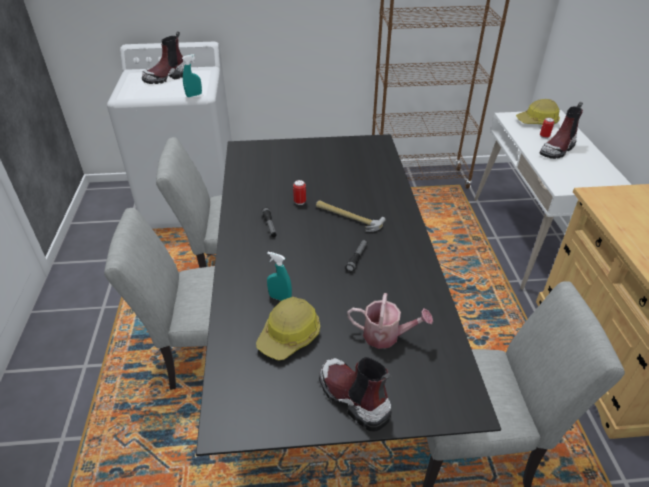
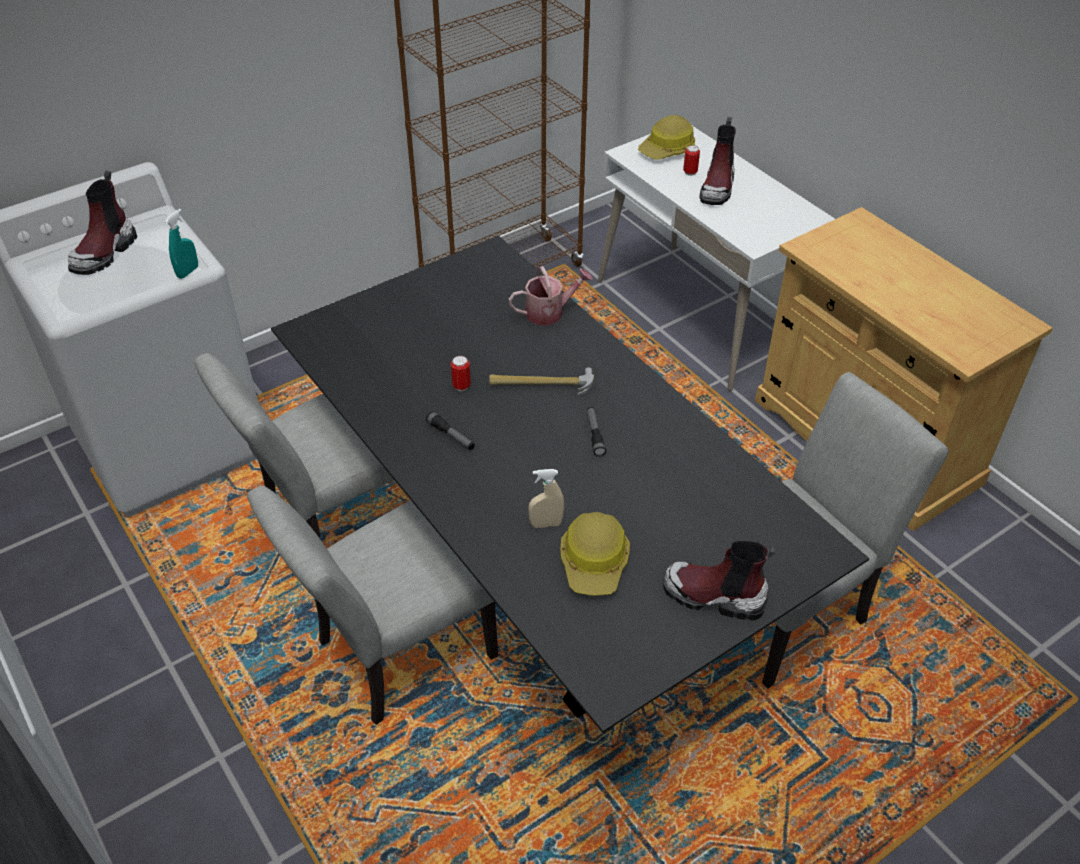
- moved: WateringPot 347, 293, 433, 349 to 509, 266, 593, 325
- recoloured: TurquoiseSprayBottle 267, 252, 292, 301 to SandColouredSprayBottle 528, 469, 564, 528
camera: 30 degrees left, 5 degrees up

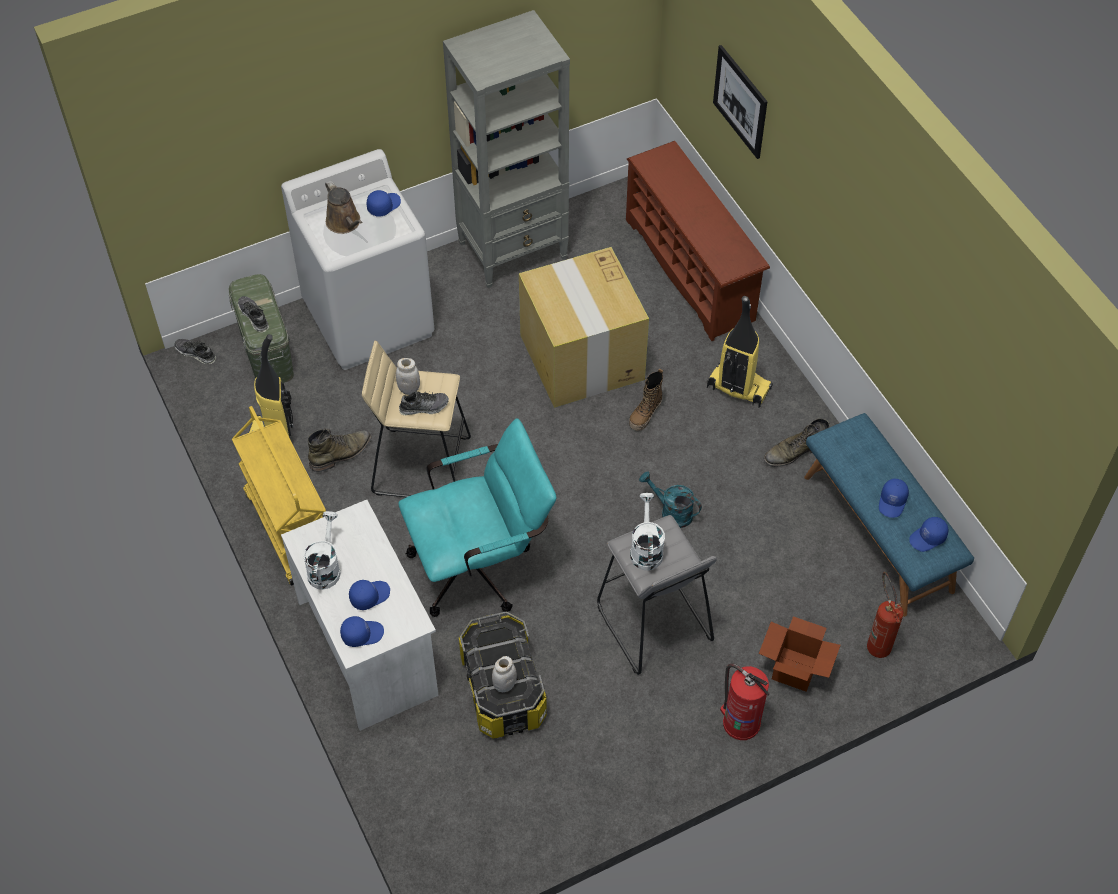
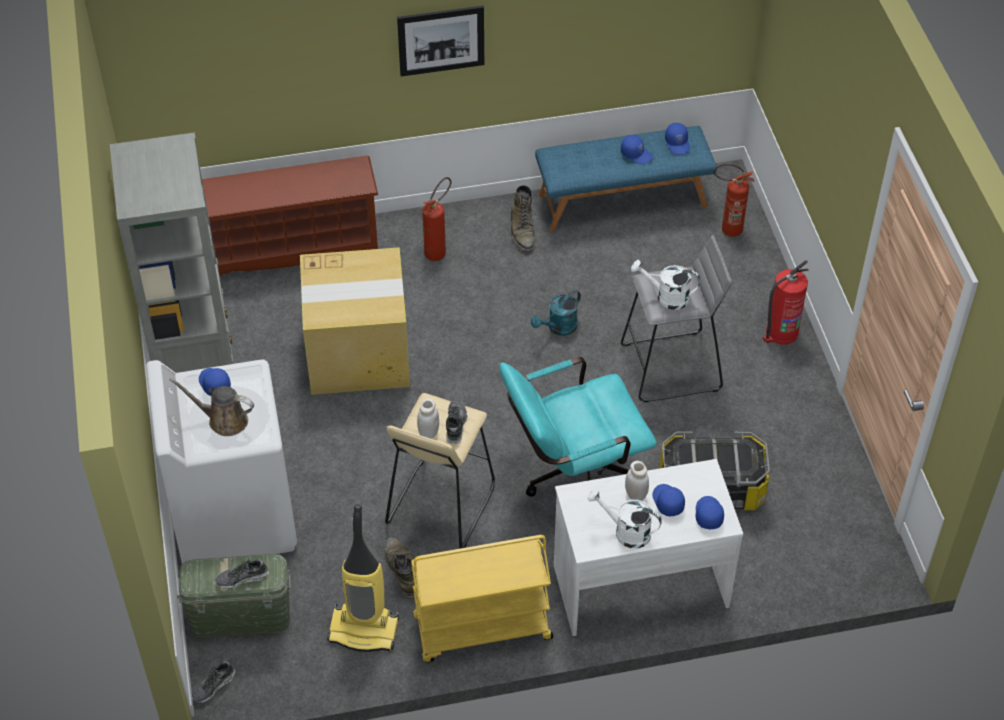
- removed: Boot 629, 369, 663, 431
- removed: PackingBox 759, 616, 841, 692
- moved: WhitePreserveJar 492, 656, 517, 692 to 625, 461, 649, 501
- moved: WallArt 713, 45, 767, 159 to 397, 5, 484, 77
- replaced: Hoover 707, 296, 773, 407 to FireFightingCylinder 422, 177, 451, 261
- turned: BrownWateringPot 325, 181, 362, 234 = 169, 378, 254, 436 150 degrees counterclockwise
- turned: TurquoiseComputerChair 398, 418, 557, 617 = 500, 357, 657, 497 105 degrees counterclockwise
camera: 75 degrees left, 5 degrees down

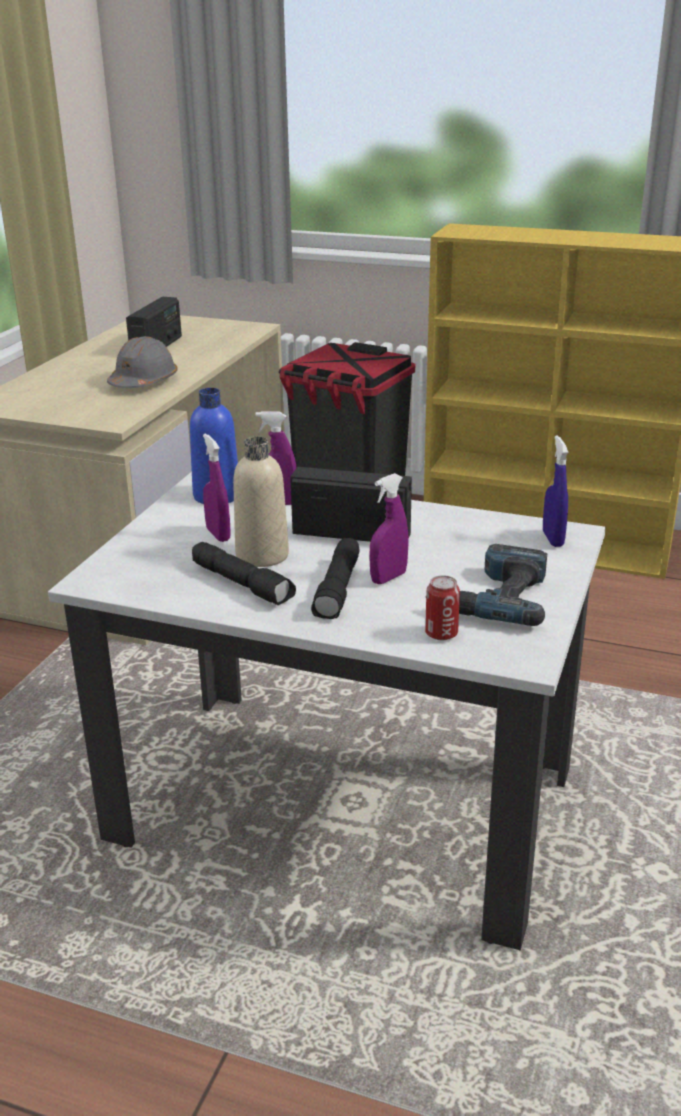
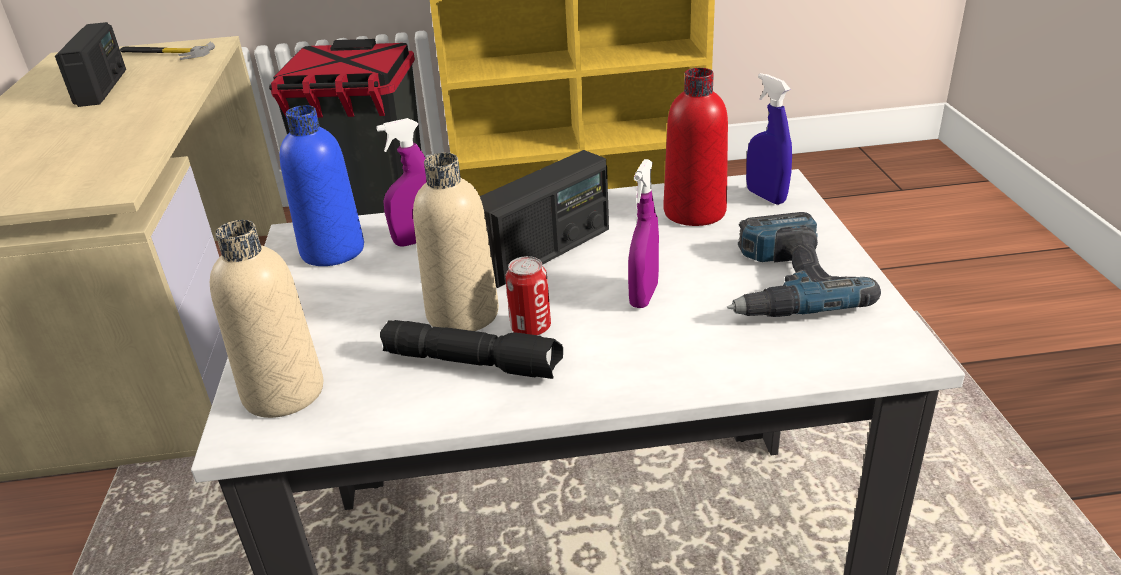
- removed: GreyishSafetyHelmet 107, 336, 178, 388
- removed: PurpleSprayBottle 203, 433, 231, 542
- removed: BlackishHandTorch 311, 538, 360, 619
- added: ToolHammer 120, 42, 215, 60
- added: SandColouredBottle 210, 220, 323, 418
- added: ReddishBottle 664, 68, 728, 226
- moved: MetalCan 425, 575, 460, 640 to 505, 256, 551, 335
- turned: RadioReceiver 290, 467, 412, 542 = 480, 150, 609, 288 150 degrees clockwise
camera: 25 degrees left, 5 degrees up

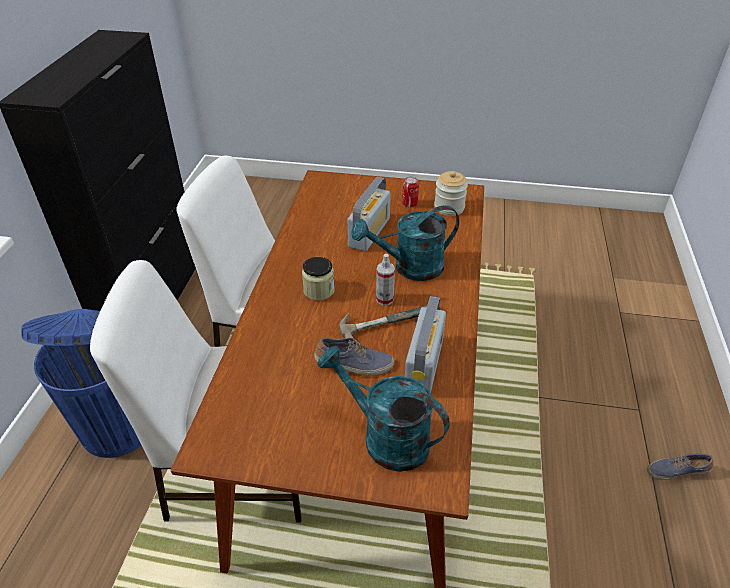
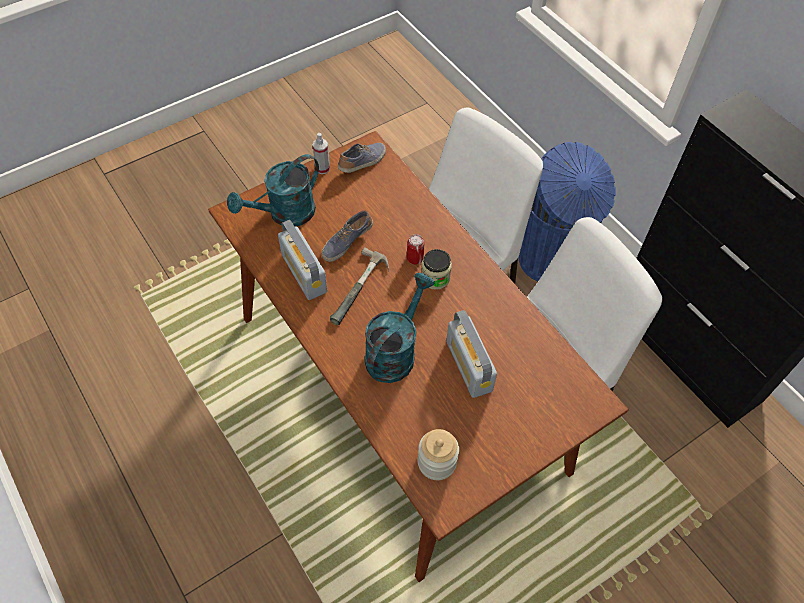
- moved: SprayBottle 376, 254, 395, 305 to 313, 133, 330, 174
- moved: MetalCan 402, 177, 419, 207 to 407, 234, 424, 265
- moved: Shoe 647, 453, 714, 480 to 338, 143, 386, 173
- turned: TurquoiseWateringPot 317, 346, 450, 472 = 227, 154, 319, 227 150 degrees clockwise
camera: 135 degrees right, 15 degrees up

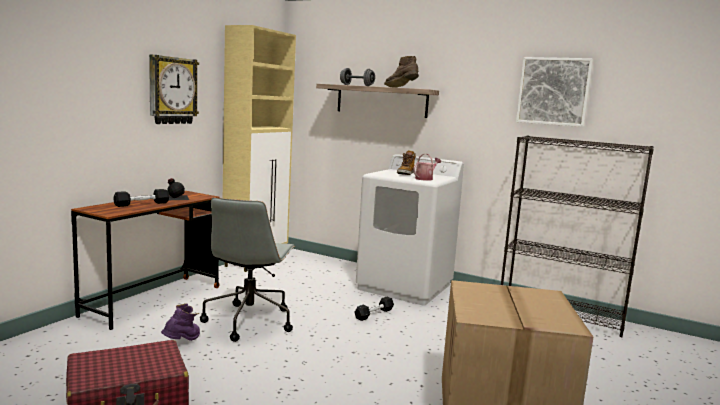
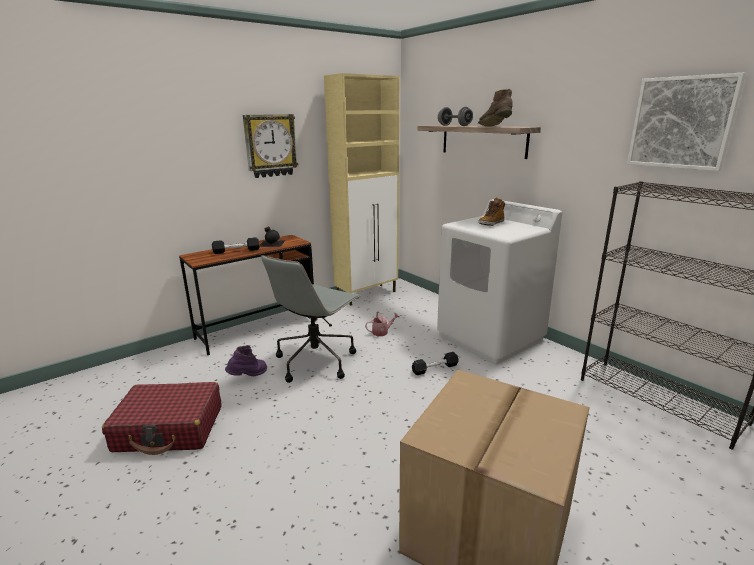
- moved: WateringPot 413, 153, 441, 181 to 365, 311, 400, 336
camera: 25 degrees right, 10 degrees up

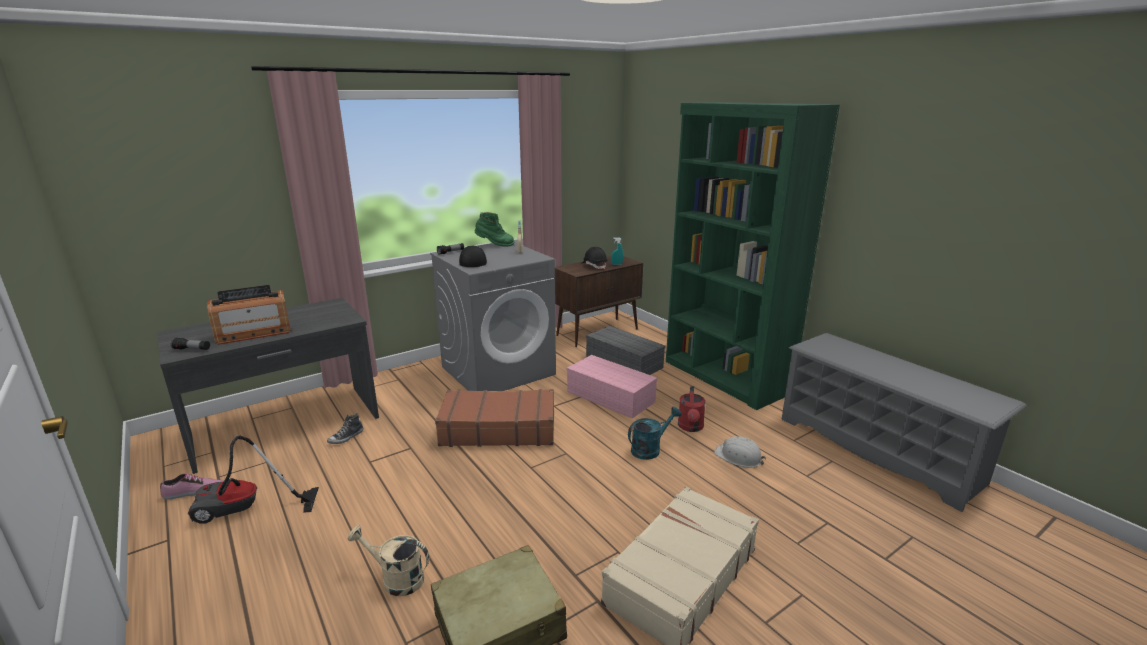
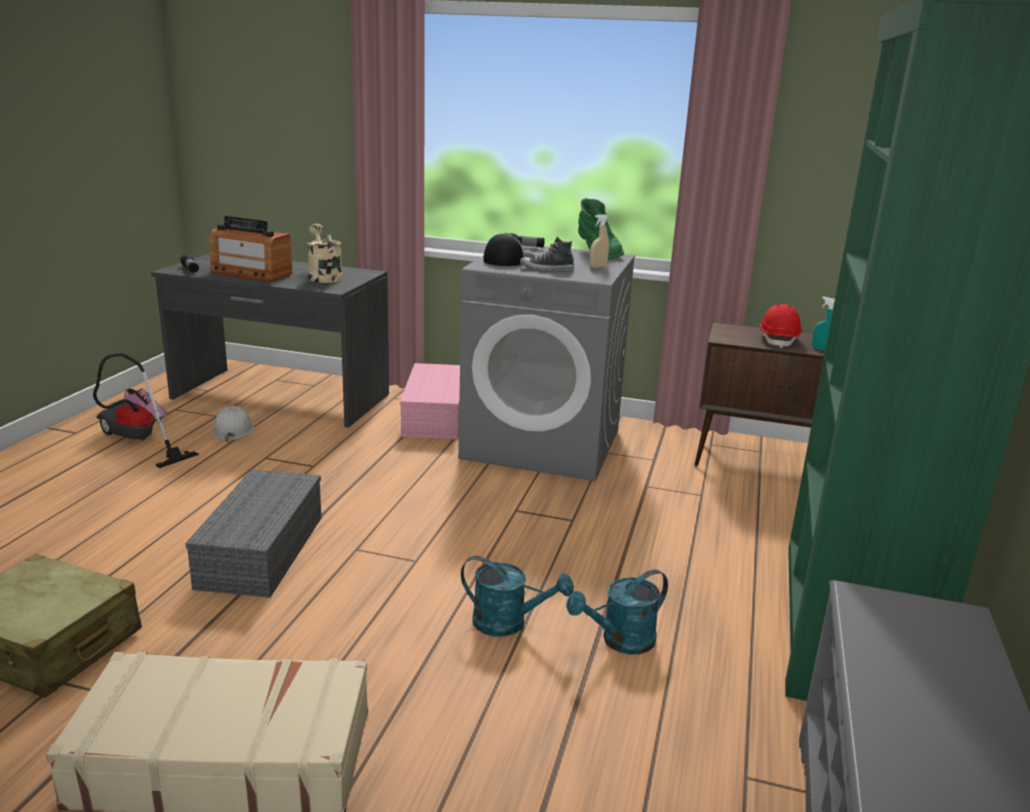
- removed: BrownPieceOfLuggage 435, 389, 554, 447
- moved: Shoe 327, 413, 363, 444 to 520, 237, 574, 271
- moved: SandColouredWateringPot 348, 525, 429, 596 to 308, 224, 343, 283
- moved: PinkStorageContainer 566, 355, 658, 419 to 400, 363, 460, 439
- moved: GreyishStorageContainer 586, 326, 666, 375 to 185, 470, 321, 598
- moved: WhiteSafetyHelmet 714, 436, 766, 468 to 212, 406, 254, 442
- recoloured: BlackishSafetyHelmet 582, 247, 608, 269 to ReddishSafetyHelmet 759, 304, 802, 348
- recoloured: ReddishWateringPot 678, 386, 706, 432 to TurquoiseWateringPot 566, 569, 668, 655
camera: 50 degrees right, 0 degrees up

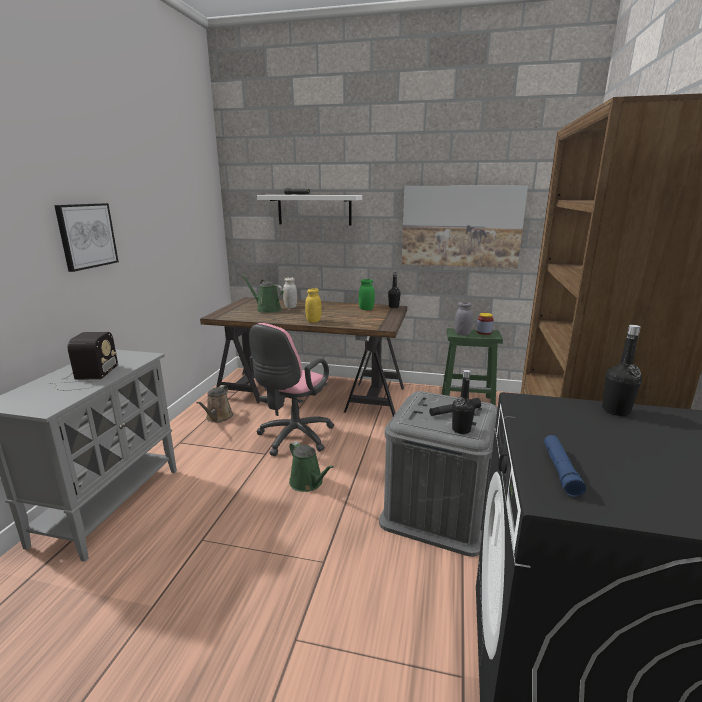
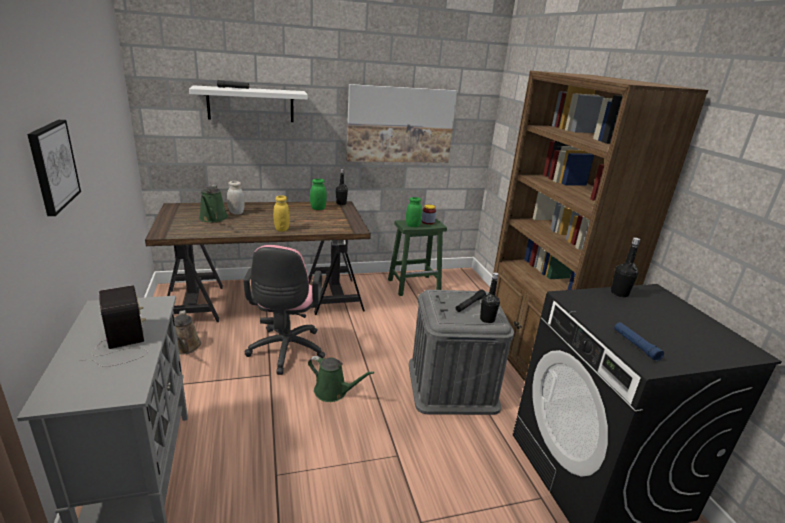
- recoloured: GreyishPreserveJar 455, 302, 473, 335 to GreenishPreserveJar 406, 197, 422, 227
- turned: GreenishWateringPot 242, 274, 284, 313 = 199, 185, 228, 222 105 degrees counterclockwise
camera: 30 degrees left, 5 degrees up

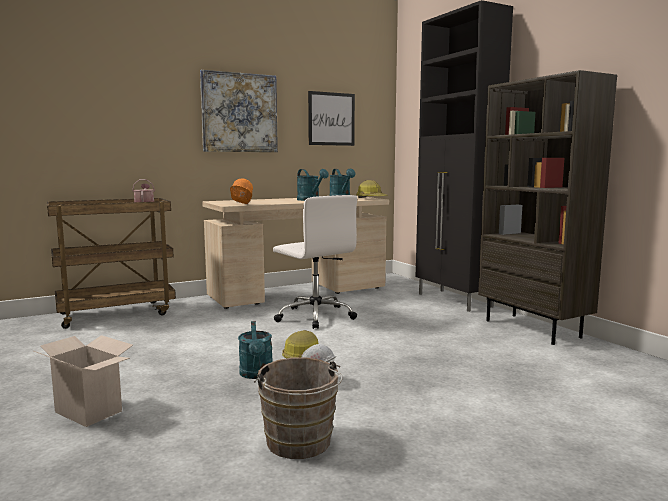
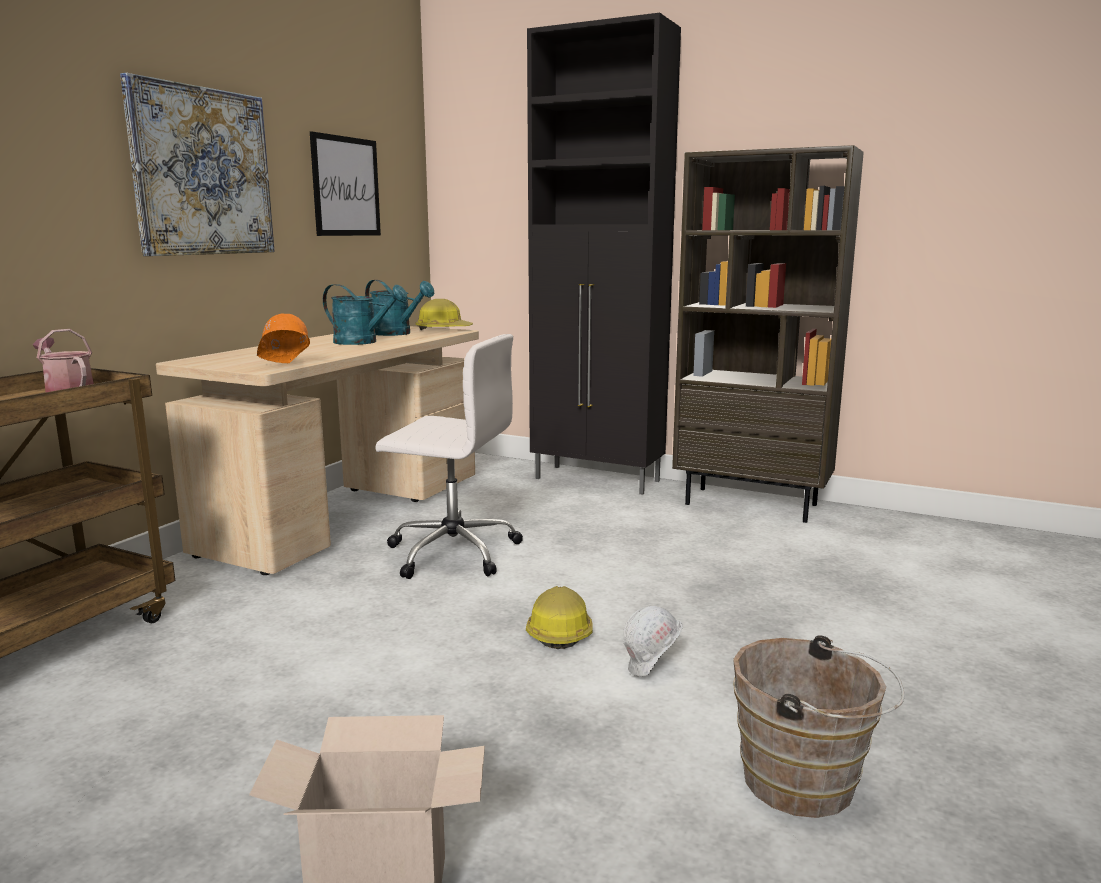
- removed: TurquoiseWateringPot 238, 321, 273, 379
camera: 35 degrees left, 5 degrees up

